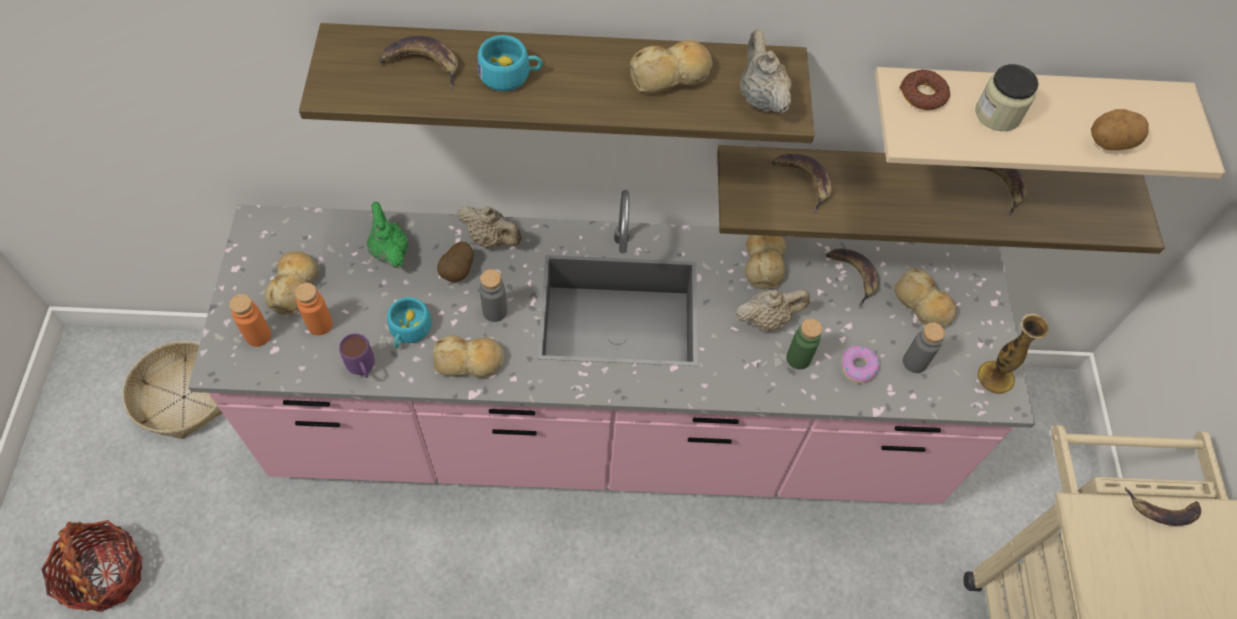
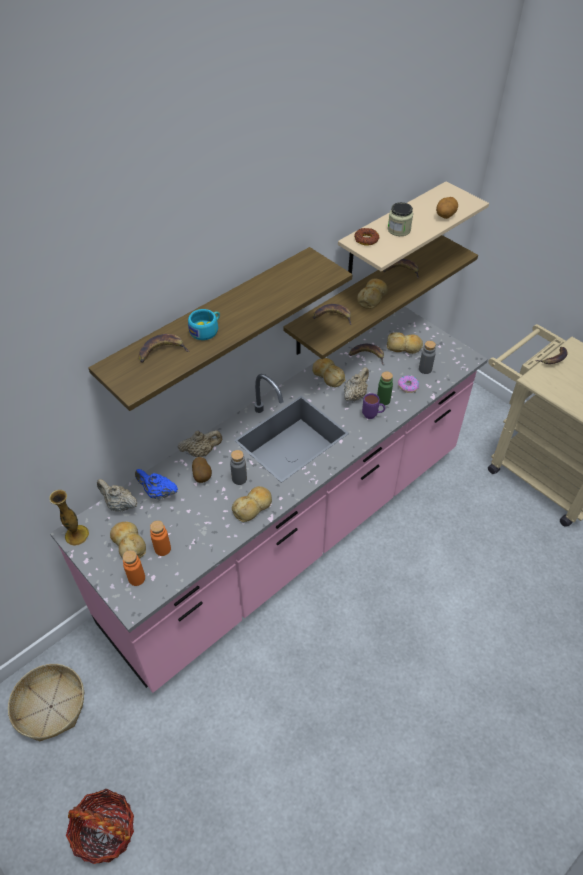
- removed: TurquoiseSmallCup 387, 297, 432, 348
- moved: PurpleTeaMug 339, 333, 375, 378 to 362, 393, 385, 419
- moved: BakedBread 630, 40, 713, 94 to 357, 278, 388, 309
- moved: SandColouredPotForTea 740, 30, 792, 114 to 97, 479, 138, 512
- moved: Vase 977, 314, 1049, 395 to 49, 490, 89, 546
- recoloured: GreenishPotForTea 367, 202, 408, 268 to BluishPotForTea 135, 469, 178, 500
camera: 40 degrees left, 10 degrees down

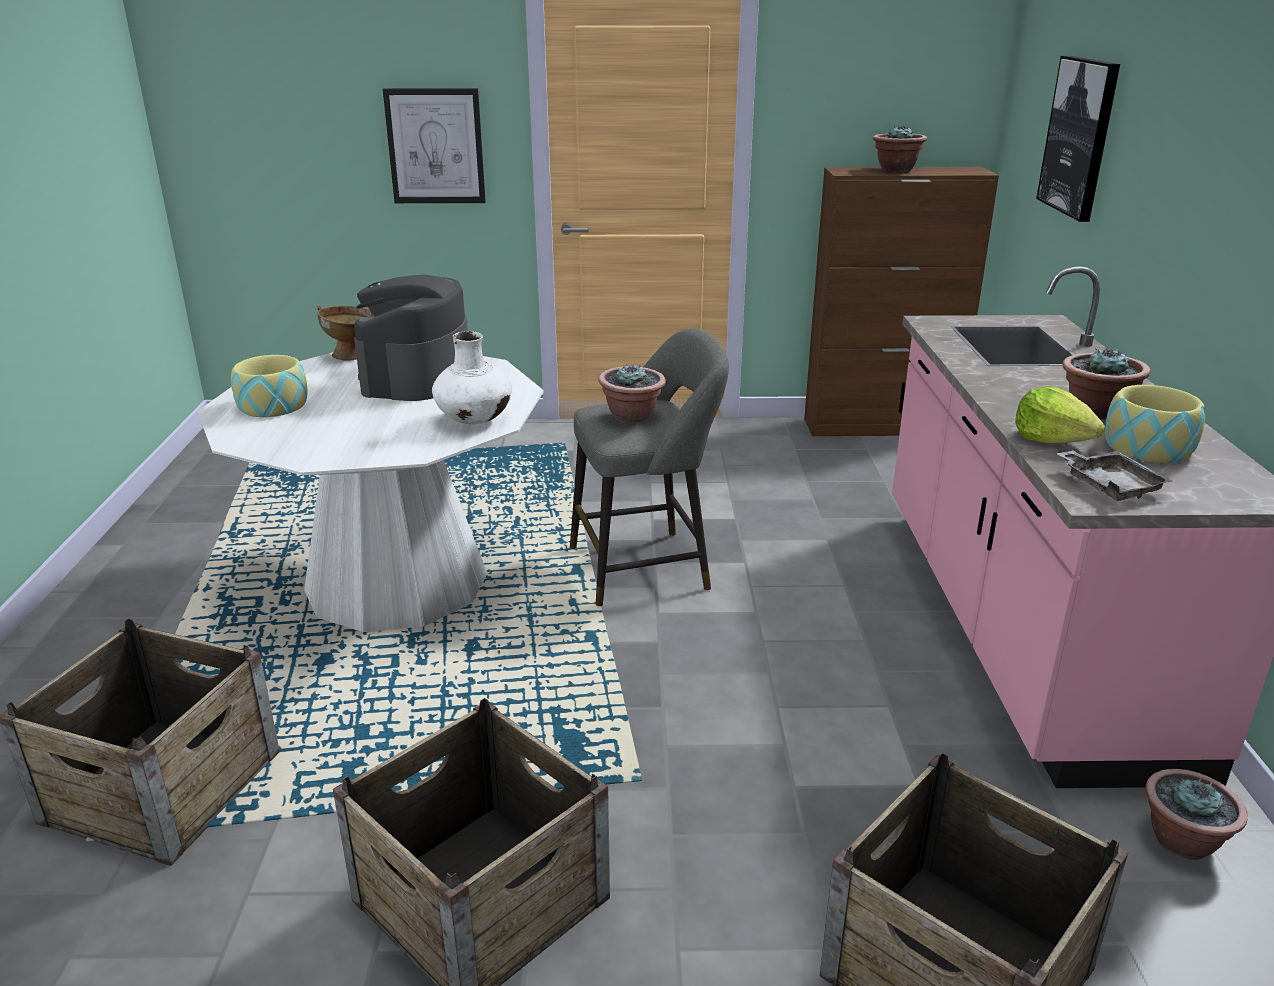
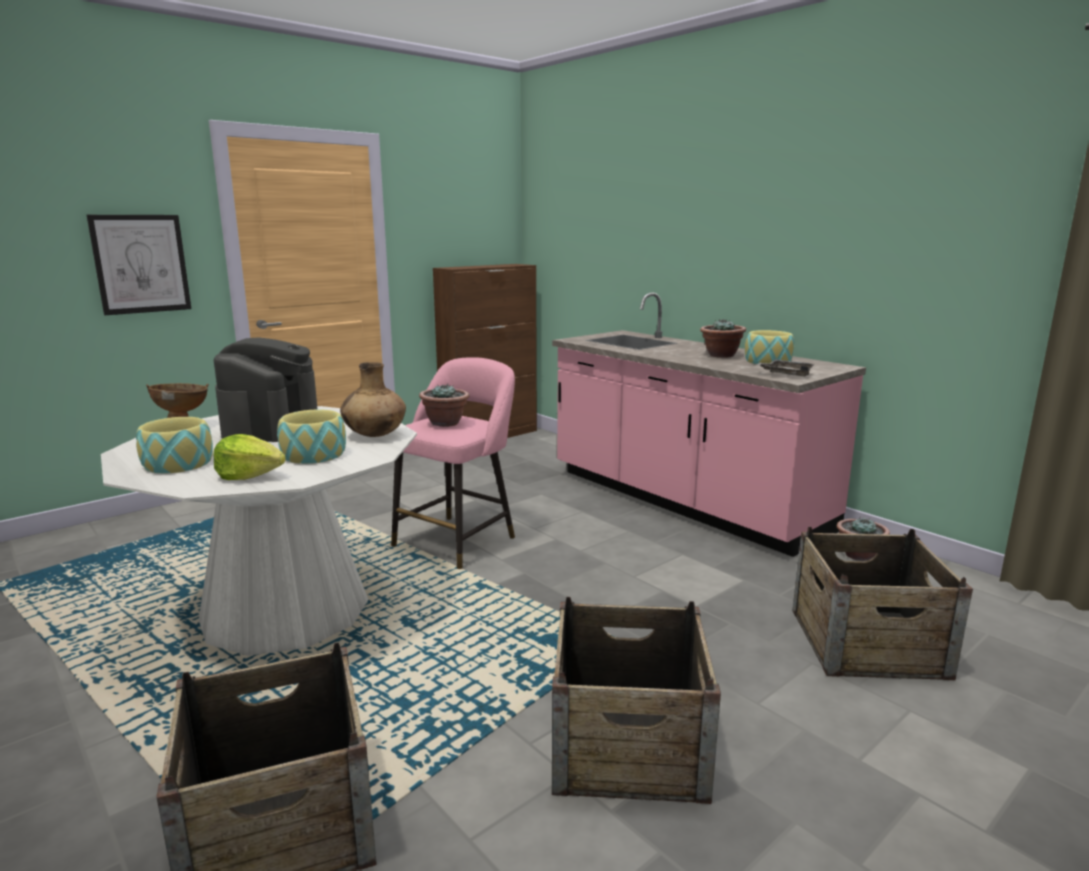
- removed: PottedPlant 873, 125, 927, 173
- removed: WallArt 1036, 56, 1120, 222
- added: ServingBowl 277, 409, 346, 464
- moved: HeadOfLettuce 1015, 386, 1105, 444 to 213, 434, 286, 480
- recoloured: WhiteVase 432, 331, 512, 424 to BrownVase 340, 362, 406, 437
- recoloured: GreyishSittingStool 570, 328, 729, 606 to PinkSittingStool 391, 357, 515, 569
- turned: CoffeeBrewer 354, 275, 468, 401 = 214, 337, 318, 442 150 degrees counterclockwise
camera: 40 degrees left, 10 degrees down

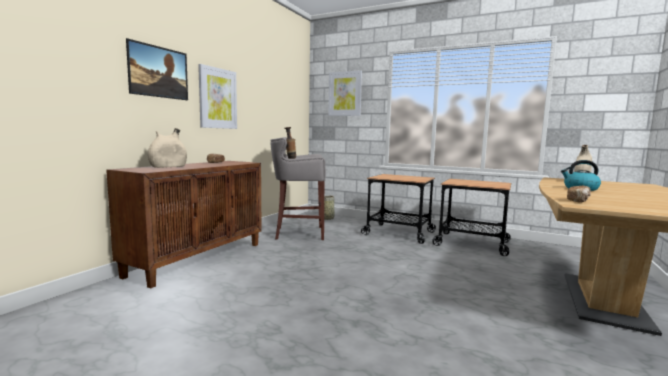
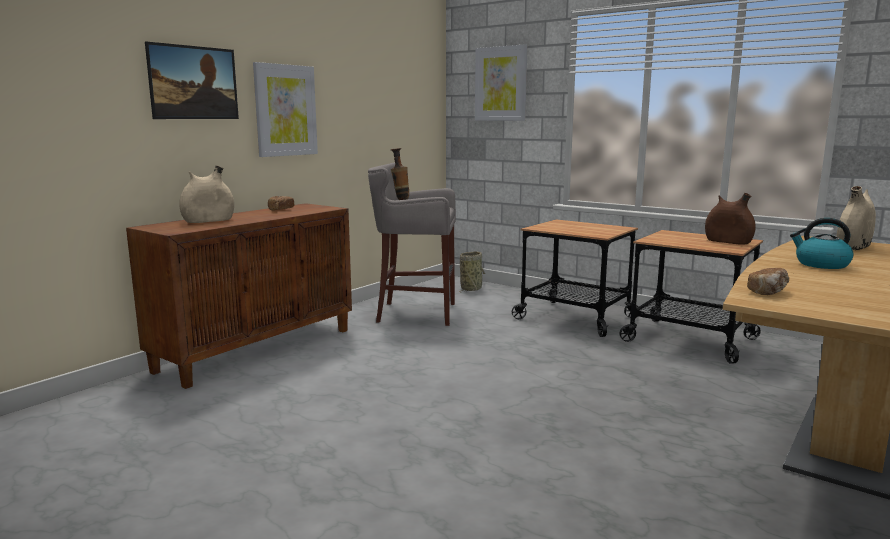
- added: BrownVase 705, 193, 756, 245
camera: 10 degrees right, 5 degrees up

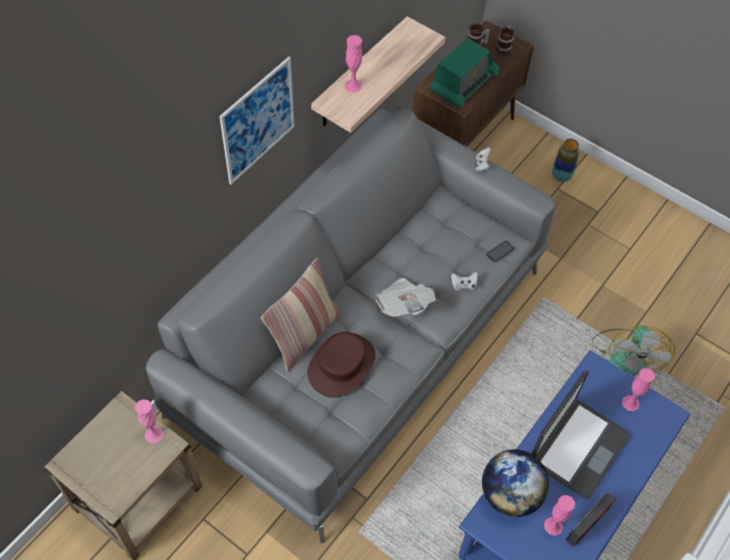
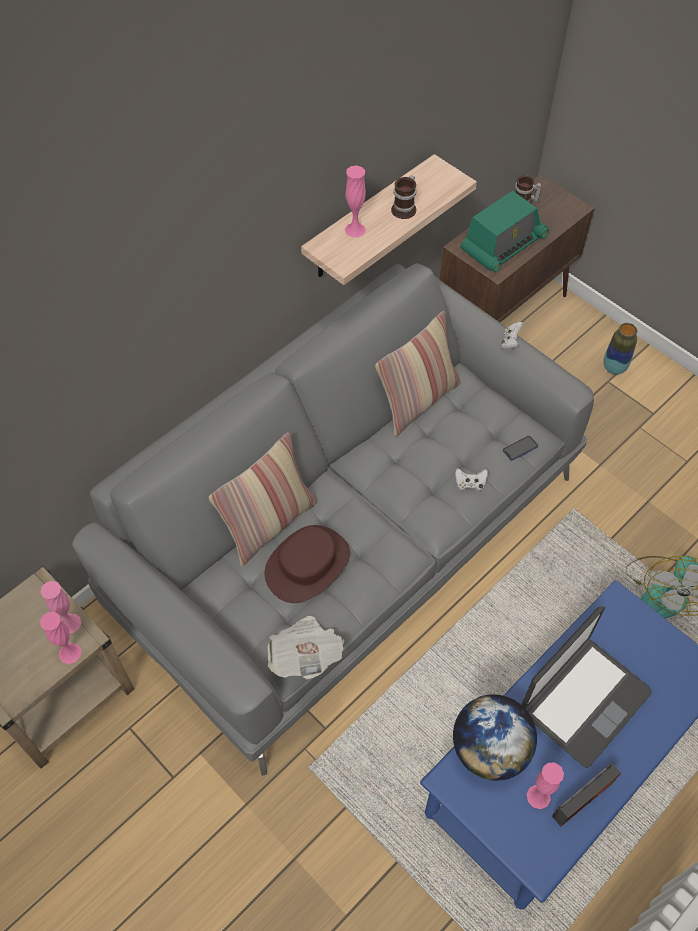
- removed: WallArt 219, 57, 294, 185
- added: Cushion 375, 311, 461, 437
- moved: PrintedPaper 375, 278, 436, 317 to 267, 616, 344, 680
- moved: TeaMug 495, 26, 514, 56 to 391, 175, 416, 219
- moved: PinkVase 622, 368, 655, 411 to 40, 612, 81, 664
camera: 10 degrees right, 0 degrees up

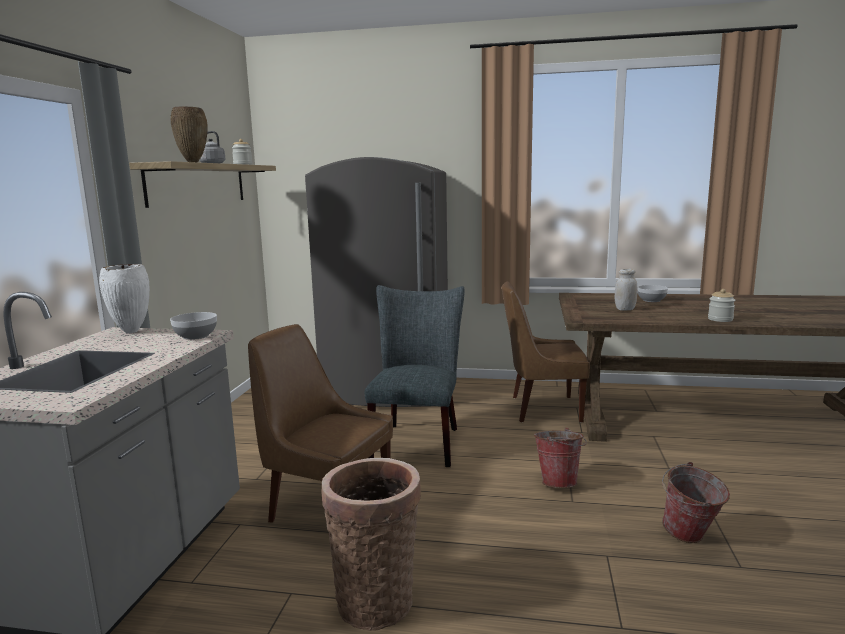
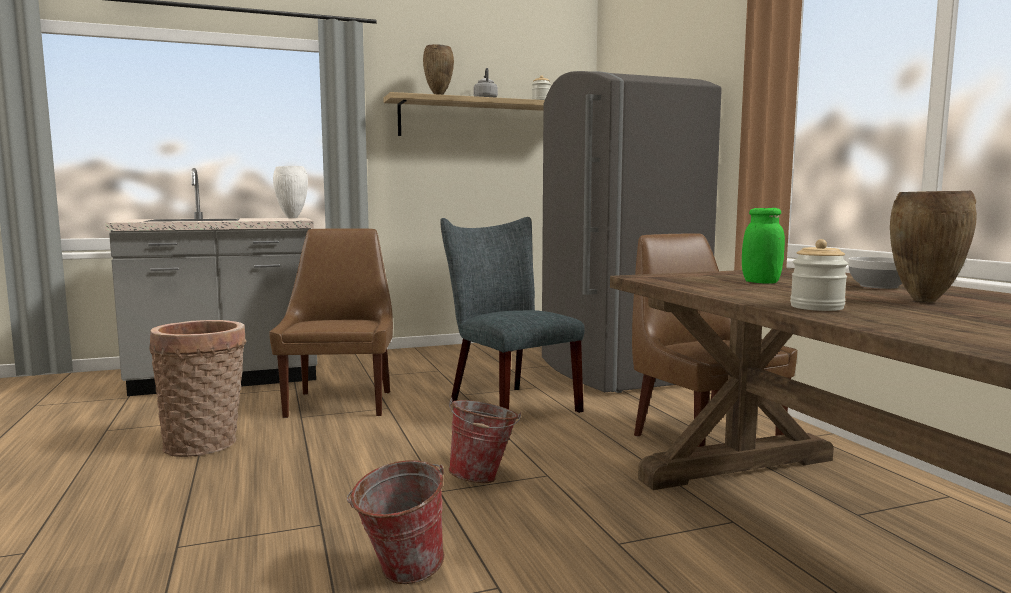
- removed: ServingBowl 170, 312, 217, 340
- added: BrownVase 890, 191, 977, 302
- recoloured: WhitePreserveJar 614, 269, 638, 310 to GreenishPreserveJar 742, 208, 785, 284
- turned: GreyishChair 365, 285, 464, 467 = 440, 217, 584, 413 105 degrees counterclockwise
camera: 60 degrees right, 5 degrees down

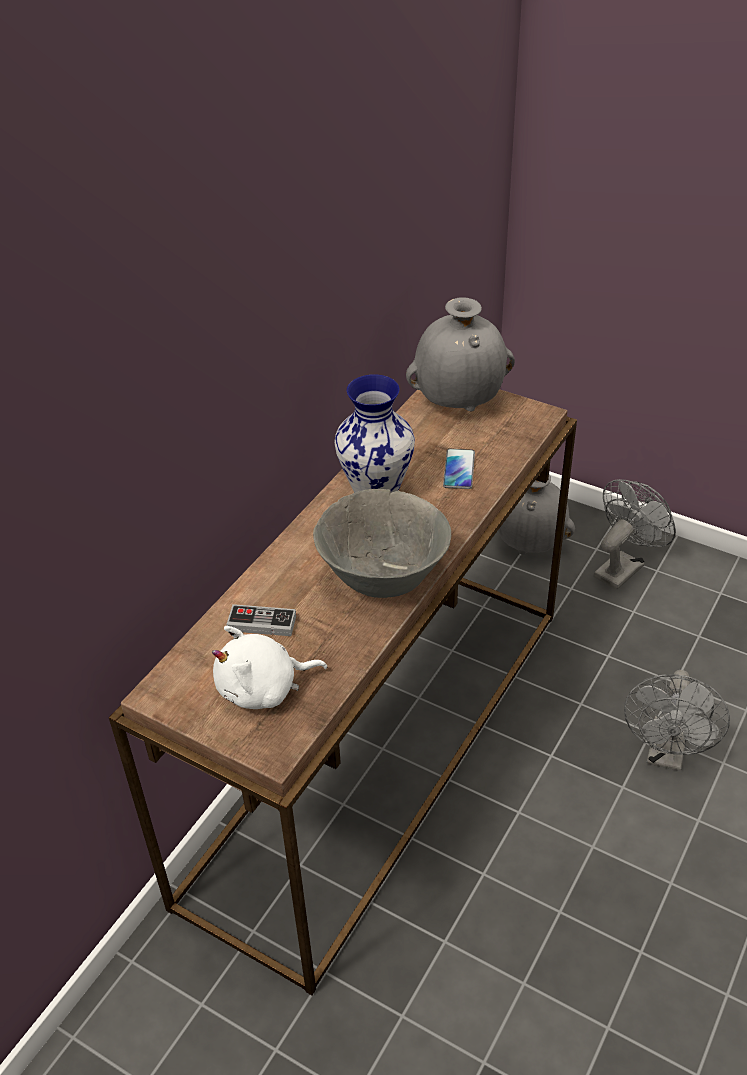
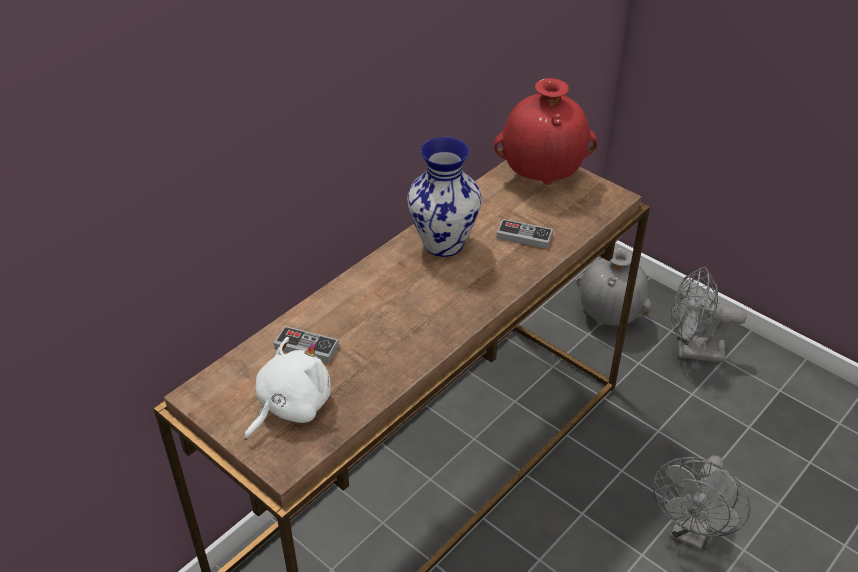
- removed: GreyishServingBowl 313, 489, 451, 598
- replaced: Phone 443, 449, 475, 489 to Joypad 496, 219, 553, 249
- recoloured: GreyishVase 406, 297, 515, 411 to ReddishVase 494, 78, 597, 185
- turned: WhiteCuddlyToy 212, 626, 327, 709 = 244, 337, 331, 440 135 degrees clockwise
- turned: GreyishFan 594, 479, 676, 590 = 671, 267, 747, 363 135 degrees counterclockwise
camera: 10 degrees right, 0 degrees up

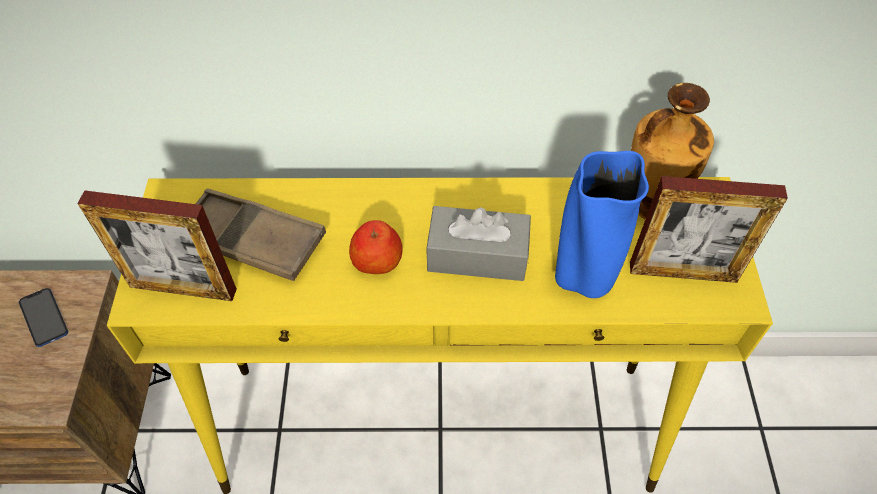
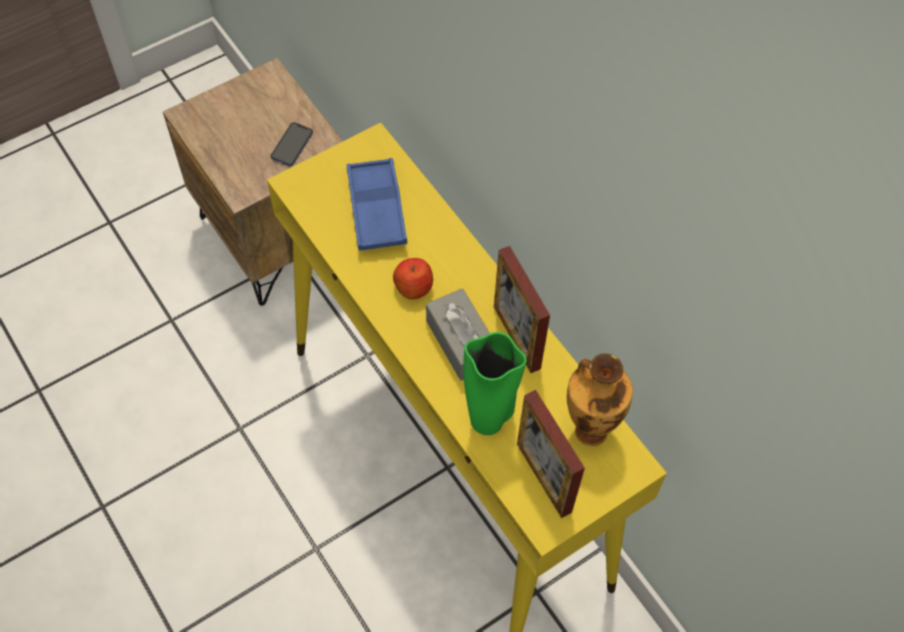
- moved: StandingFrame 77, 190, 237, 301 to 494, 246, 550, 373
- recoloured: BrownCarryingTray 196, 188, 326, 281 to BluishCarryingTray 347, 158, 407, 251
- recoloured: BluishVase 555, 151, 649, 298 to GreenishVase 463, 332, 526, 435
camera: 55 degrees right, 5 degrees up

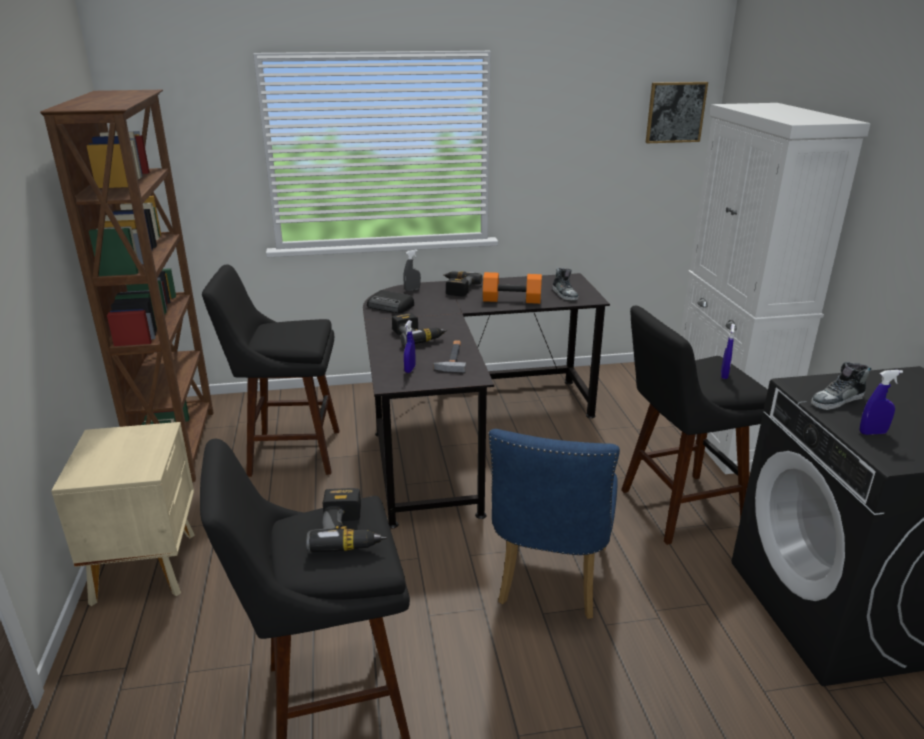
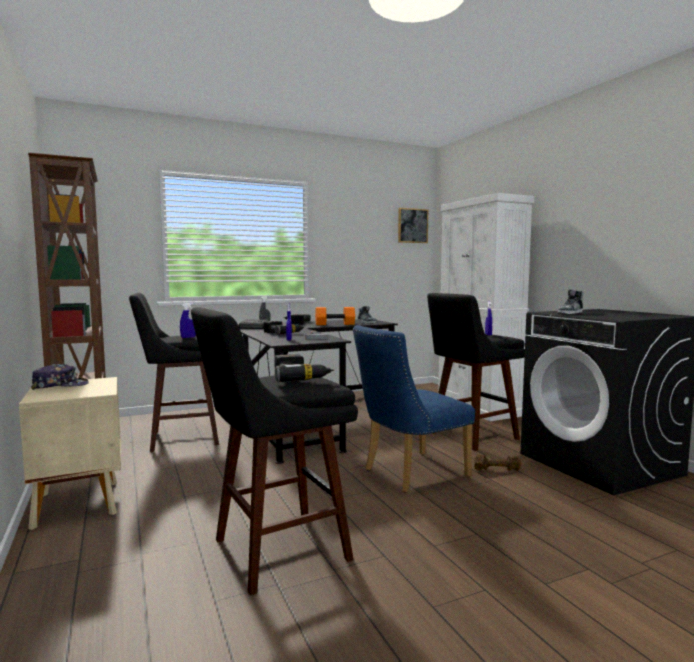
- added: PeakedCap 31, 364, 89, 390
- added: BrownHandWeight 474, 455, 521, 471
- moved: BluishSprayBottle 860, 370, 903, 435 to 180, 303, 196, 338
- turned: BluishChair 489, 429, 620, 619 = 353, 325, 475, 493 60 degrees clockwise
camera: 15 degrees left, 20 degrees down

